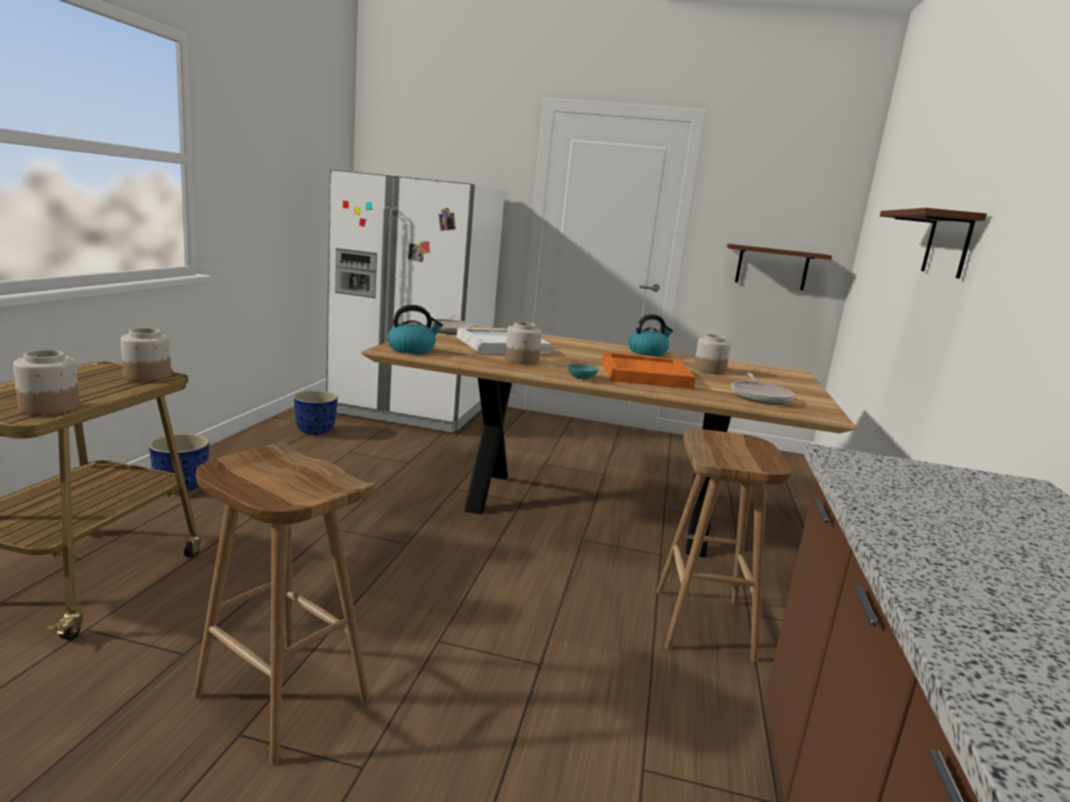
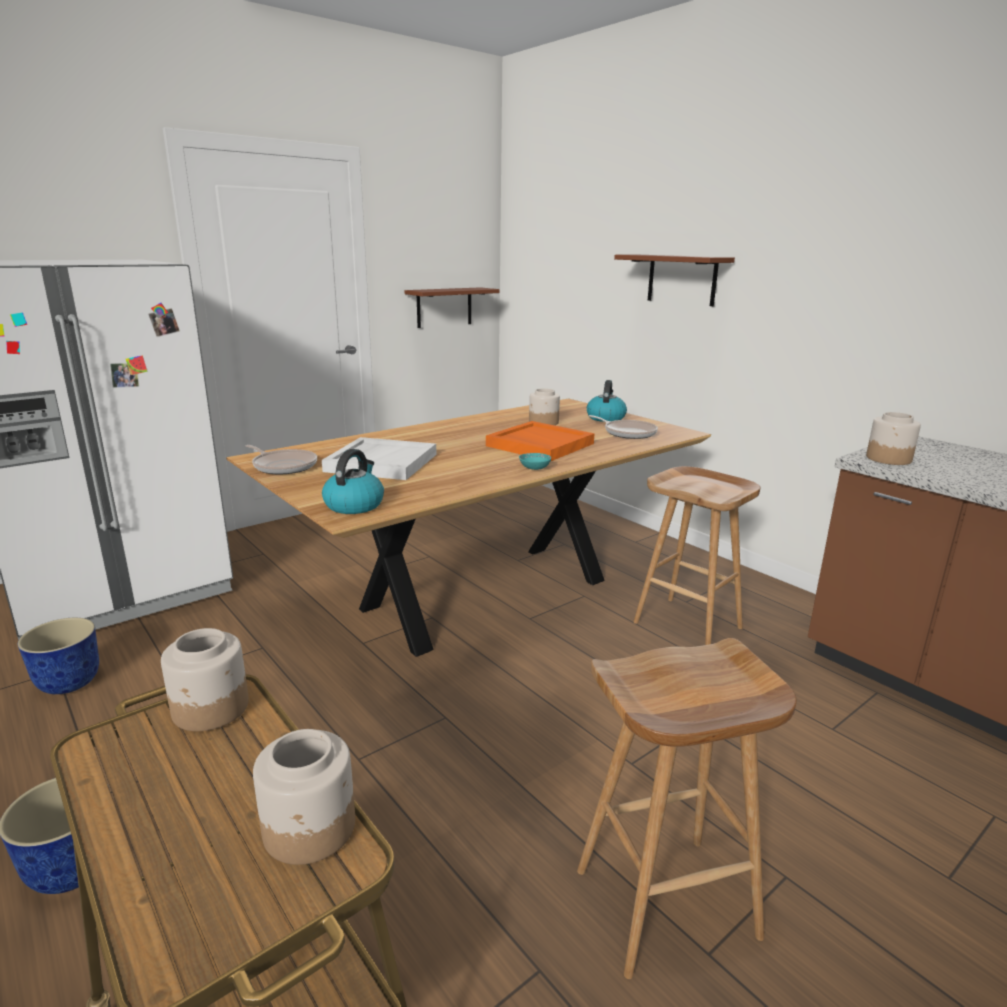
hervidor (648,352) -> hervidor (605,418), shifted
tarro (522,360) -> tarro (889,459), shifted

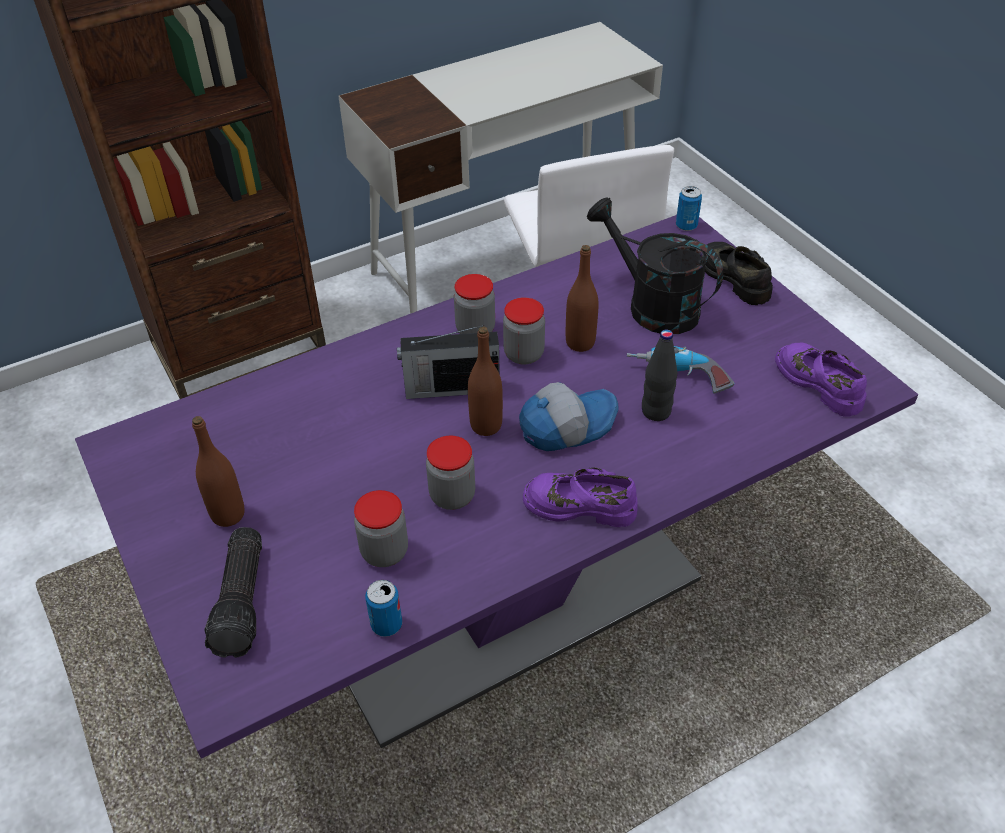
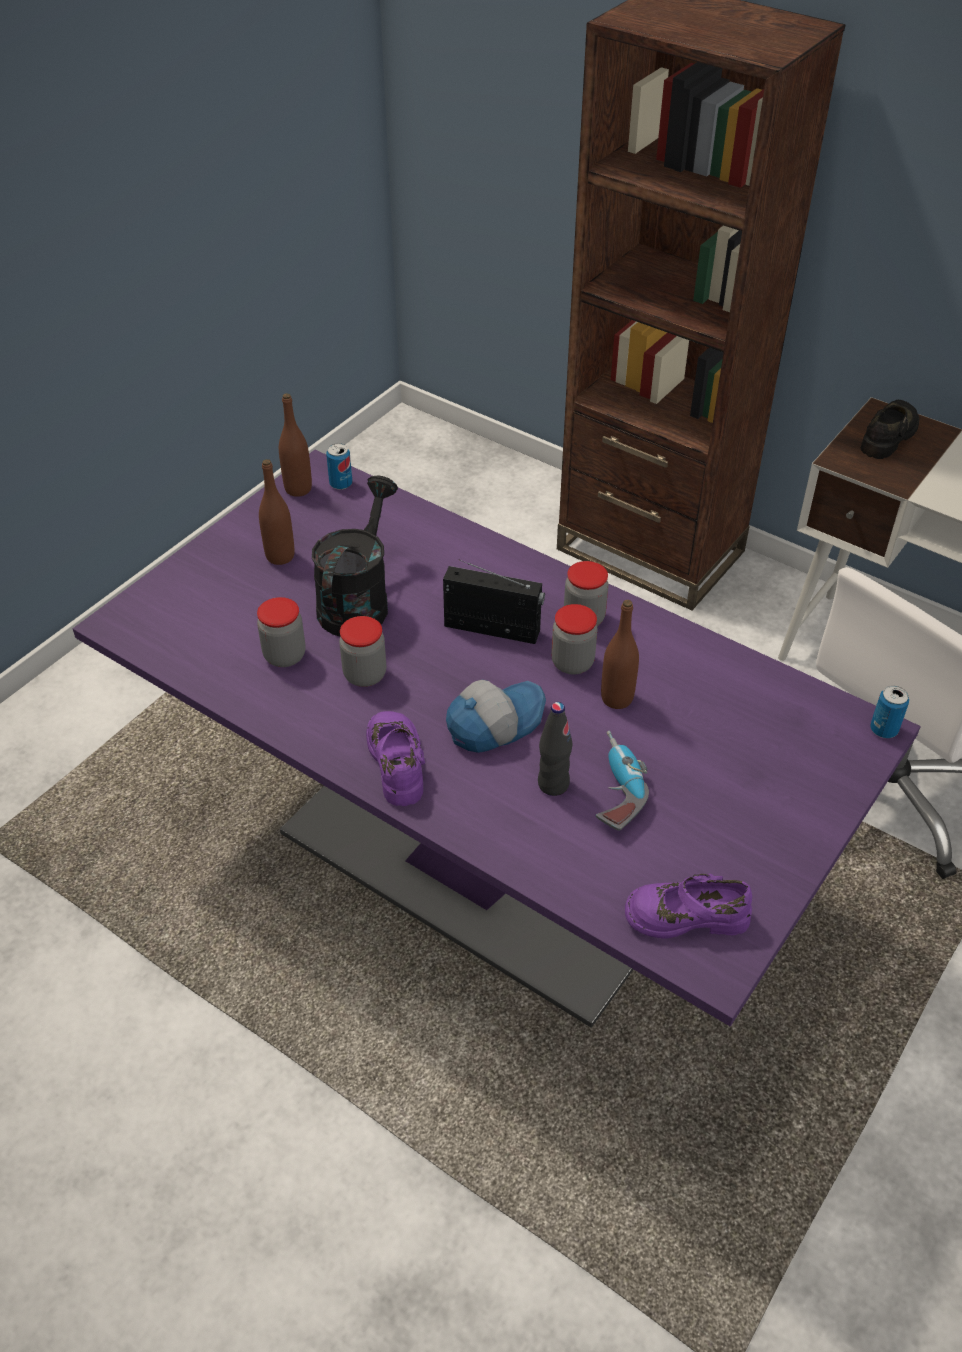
regadera/negro (652,305) -> regadera/negro (357,600), shifted
zapato/negro (735,278) -> zapato/negro (889,436), shifted
radio (450,388) -> radio (494,629), 135 degrees clockwise
botella/marrón (486,425) -> botella/marrón (298,489), shifted
zapato/morado (819,383) -> zapato/morado (686,915), 120 degrees counterclockwise
gorra (566,425) -> gorra (494,723), 75 degrees counterclockwise
linterna (244,601) -> none
lata (386,625) -> lata (341,484), shifted

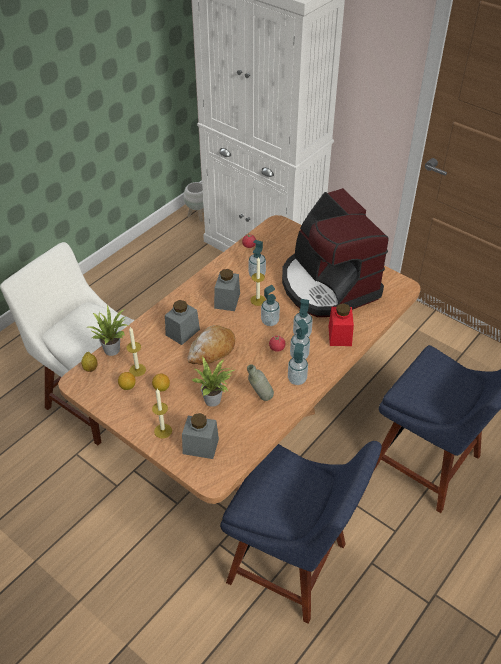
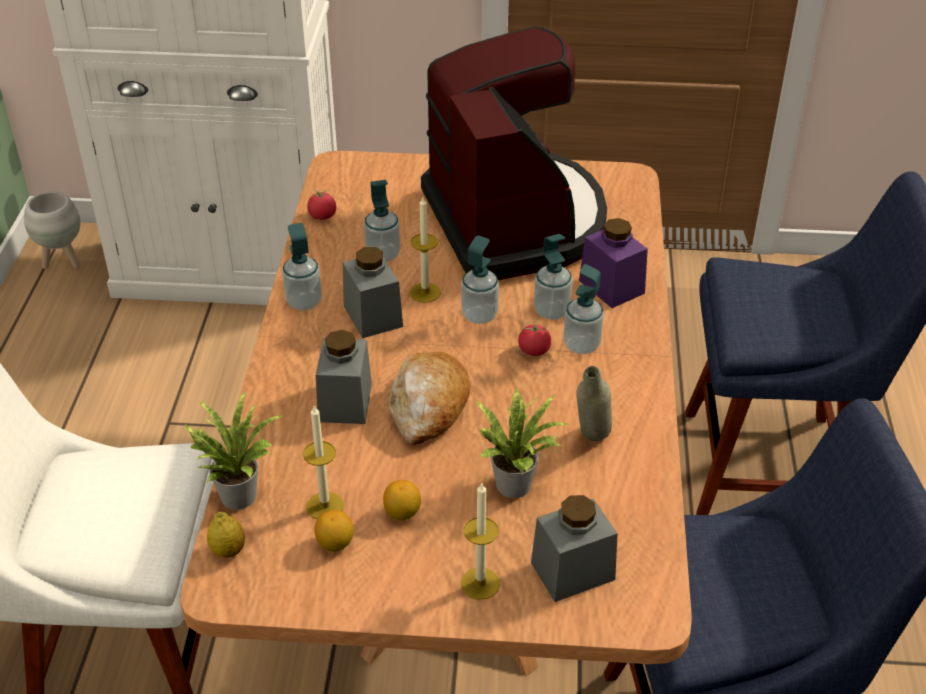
cafetera (328,285) -> cafetera (515,222), 135 degrees counterclockwise
tarro/rojo (339,336) -> tarro/morado (611,287)
dispensador de jabón (297,379) -> dispensador de jabón (304,302), shifted

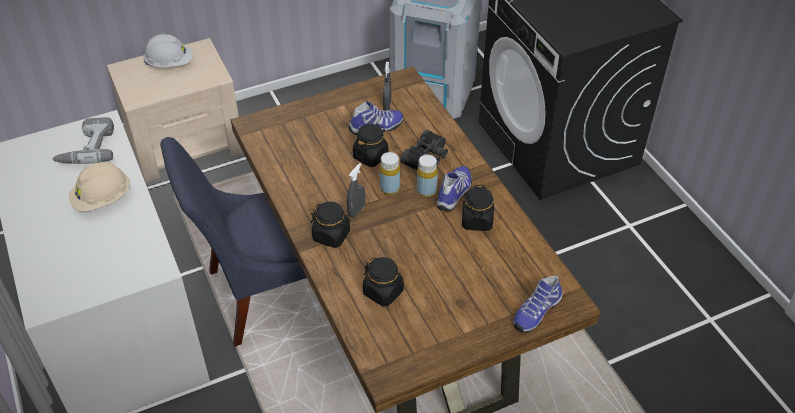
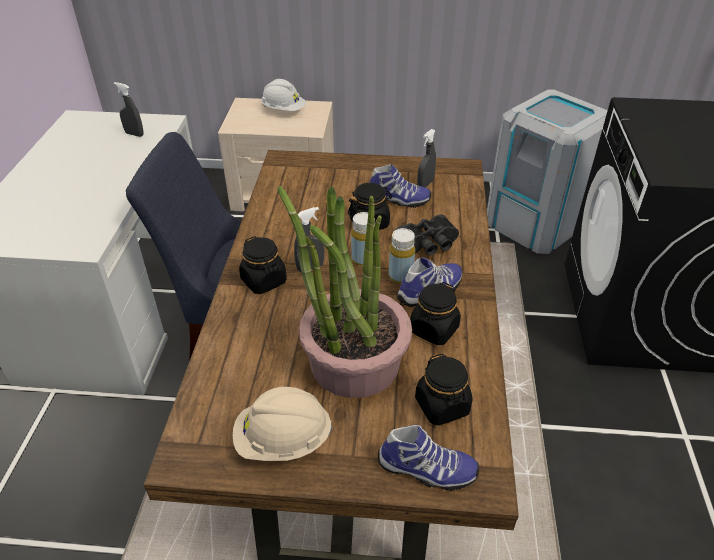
taladro (87,148) -> pulverizador/gris (134,134)
casco/beis (102,199) -> casco/beis (283,440), shifted
tarro/negro (383,292) -> tarro/negro (442,406), shifted
zapato (536,311) -> zapato (426,470), 150 degrees counterclockwise
none -> planta en maceta (353,362)

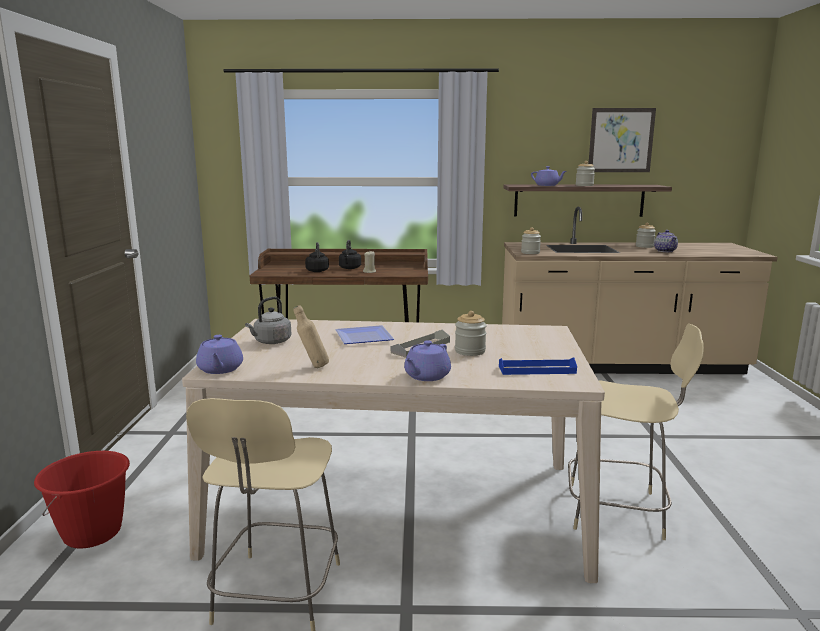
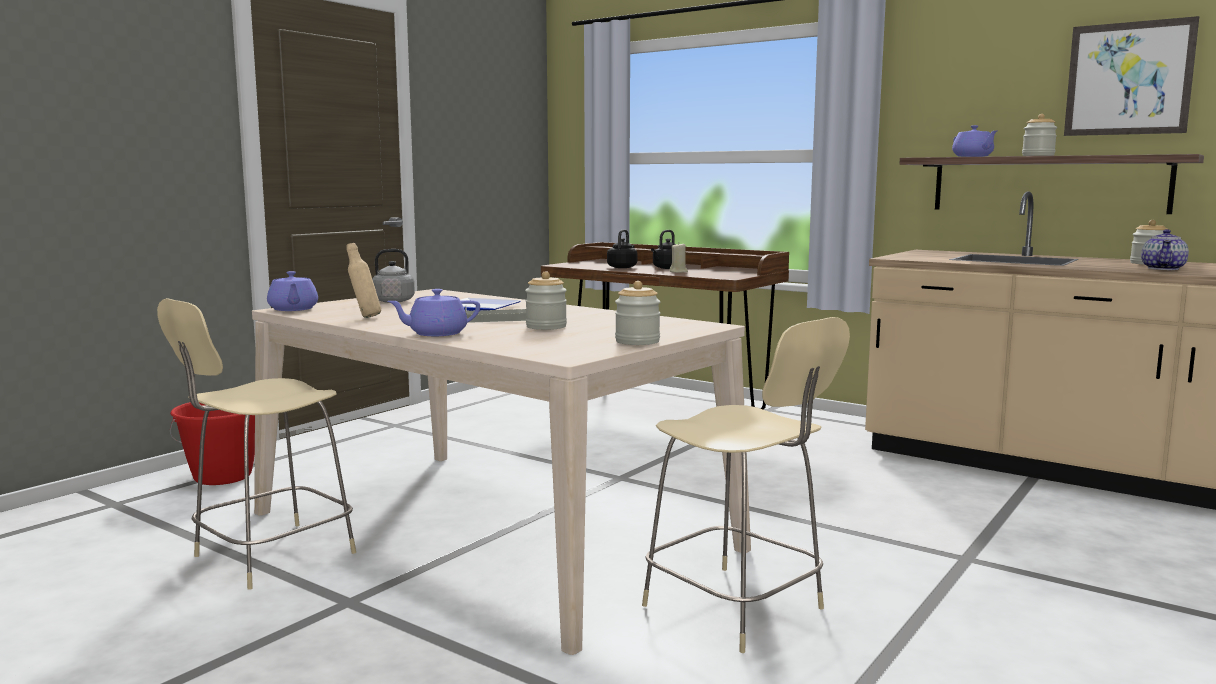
tarro (530,253) -> tarro (637,341), shifted
tetera/morado (220,369) -> tetera/morado (293,309), 45 degrees counterclockwise
bandeja/azul (537,370) -> none

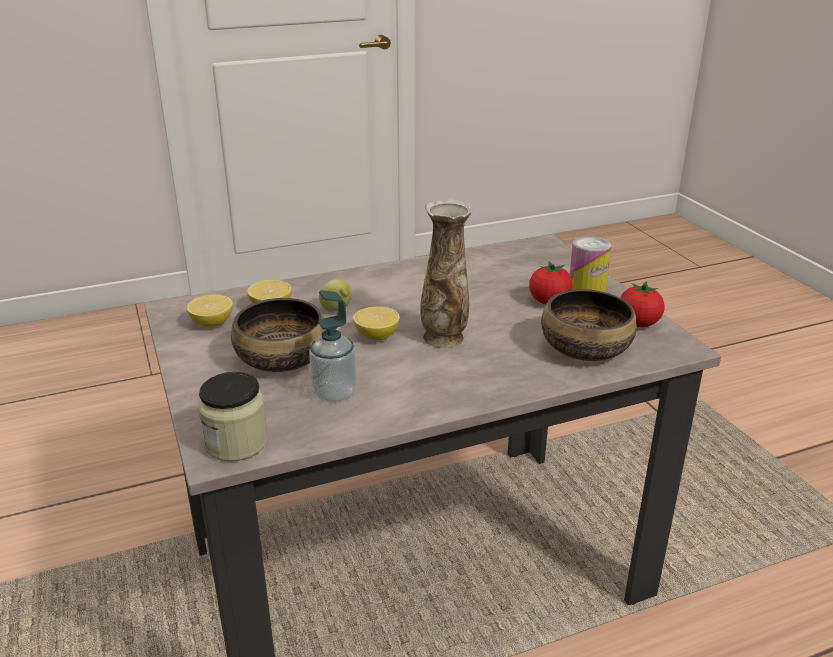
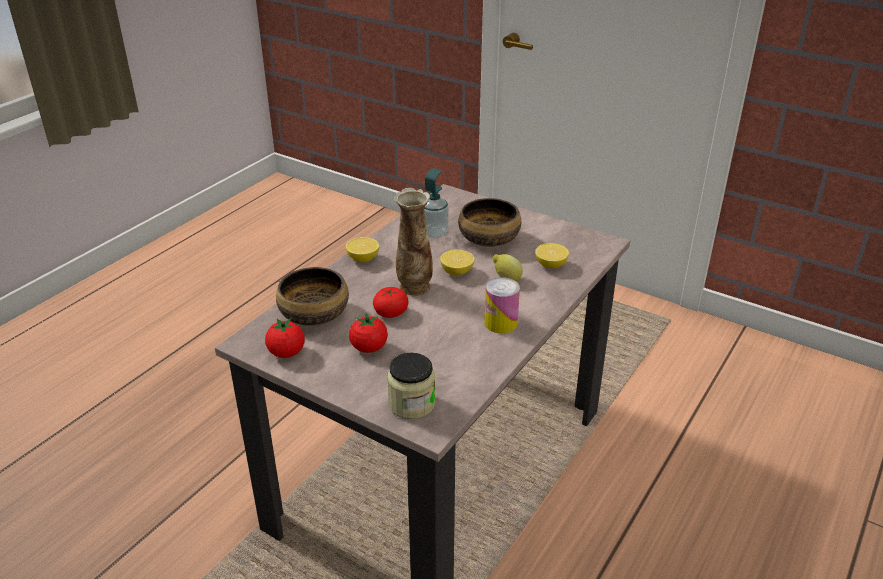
lata (586,289) -> lata (500,323), shifted
limón (212,323) -> limón (363,259), shifted
tarro (236,442) -> tarro (411,404), shifted
none -> tomate (390,312)

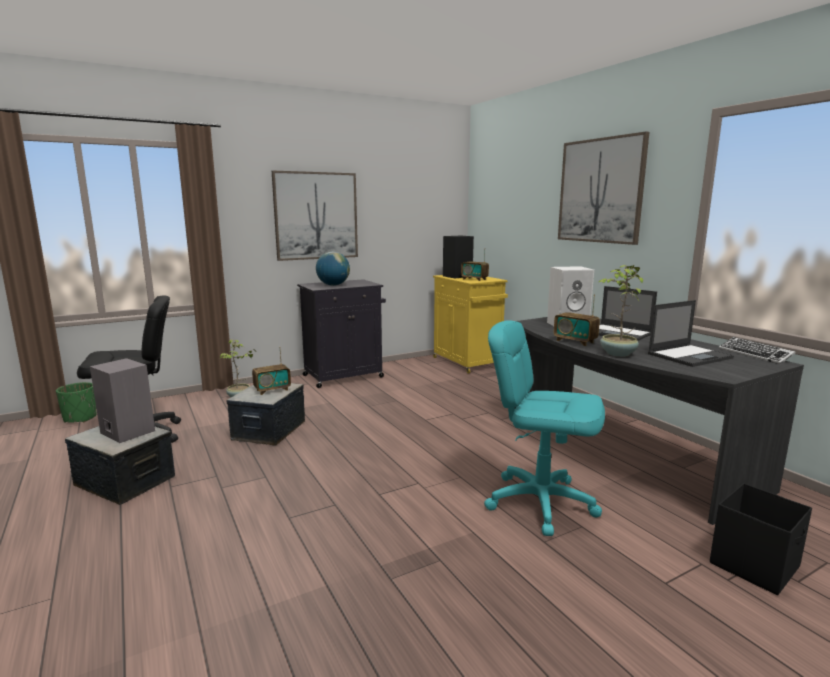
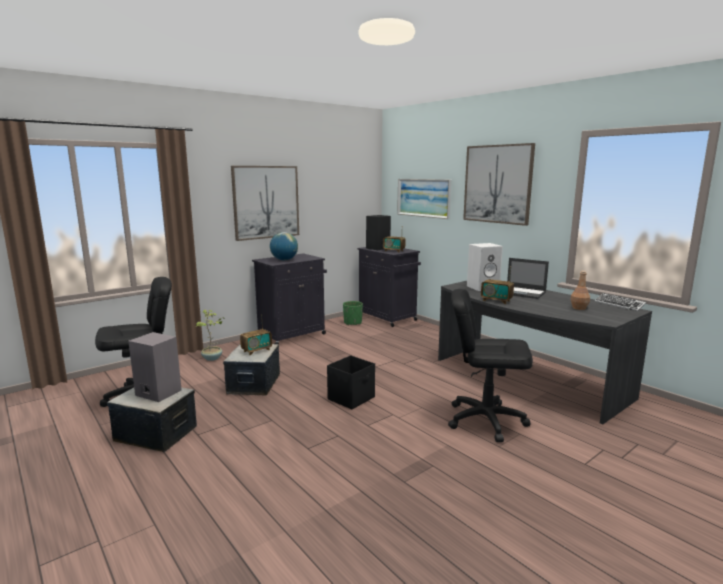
planta en maceta (617,354) -> none
armario/amarillo (467,362) -> armario/negro (388,318)
portátil (690,356) -> botella/marrón (579,308)
silla de oficina/turquesa (540,502) -> silla de oficina/negro (485,420)
maceta/verde (80,418) -> maceta/verde (353,323), shifted
caja de almacenaje/negro (755,565) -> caja de almacenaje/negro (352,398), shifted
none -> cuadro (423,198)

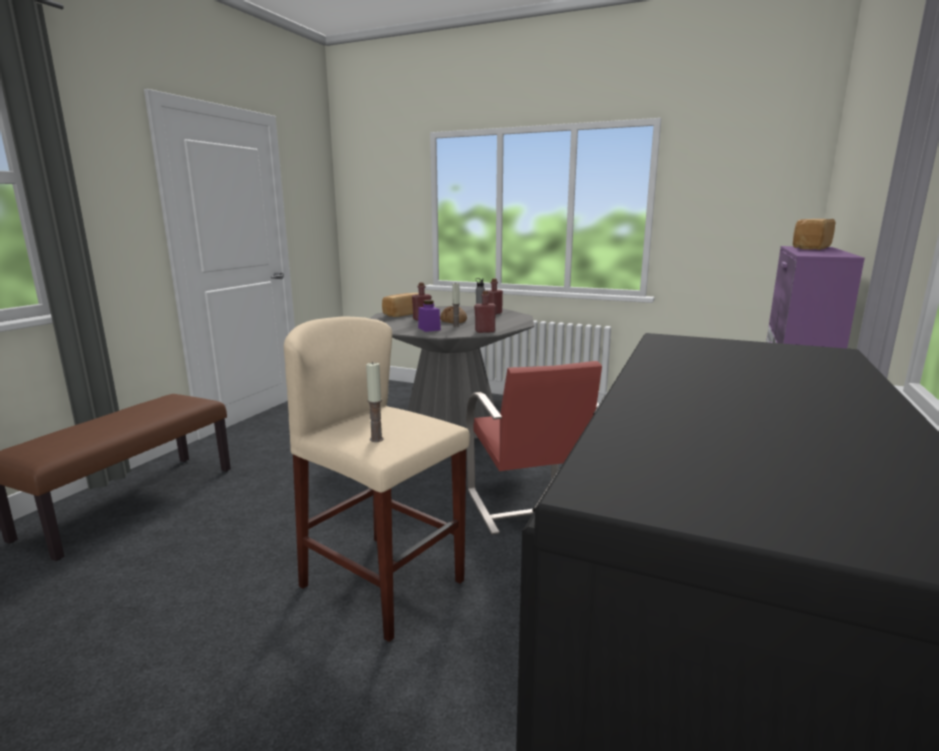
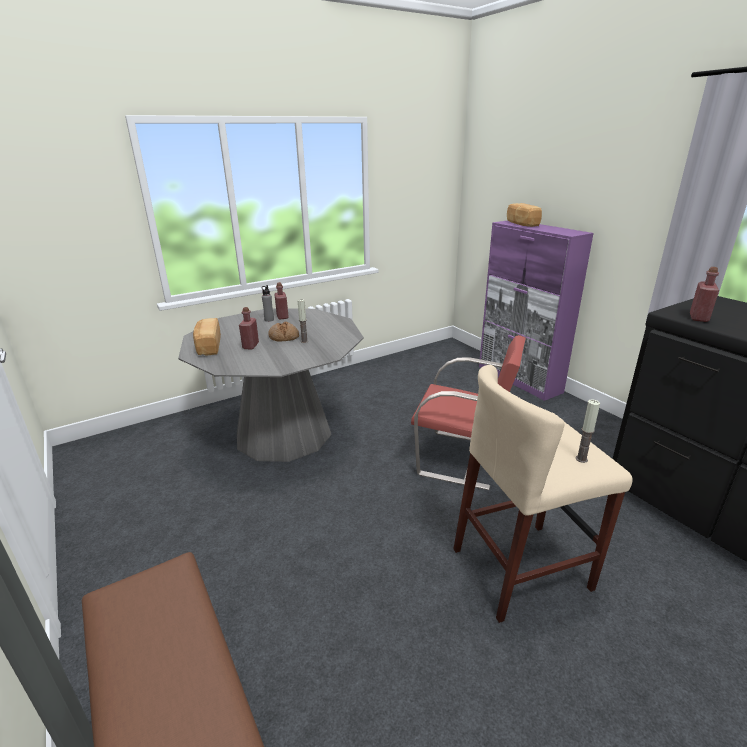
botella/rojo (485,331) -> botella/rojo (698,318), shifted
tarro/morado (429,329) -> none

